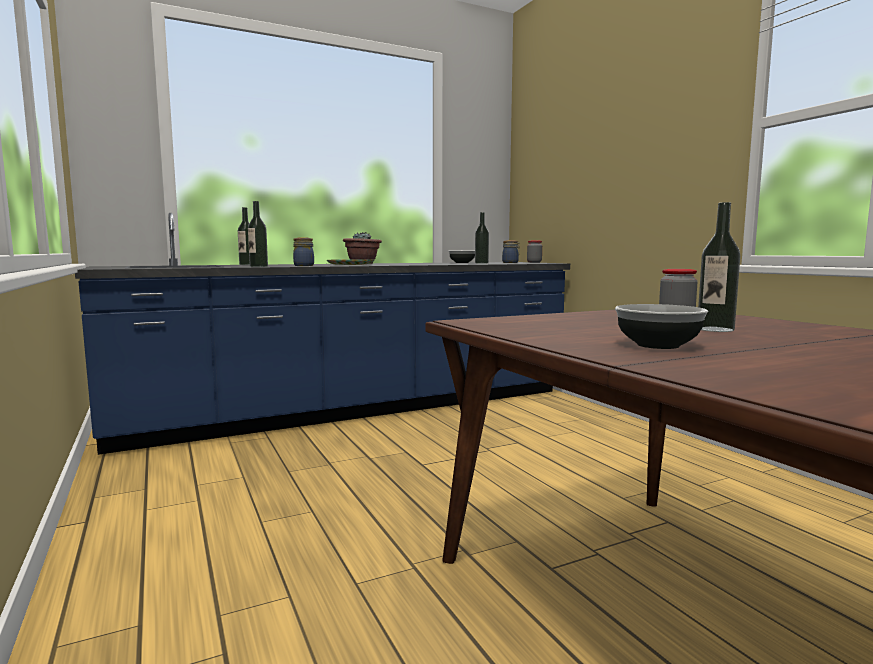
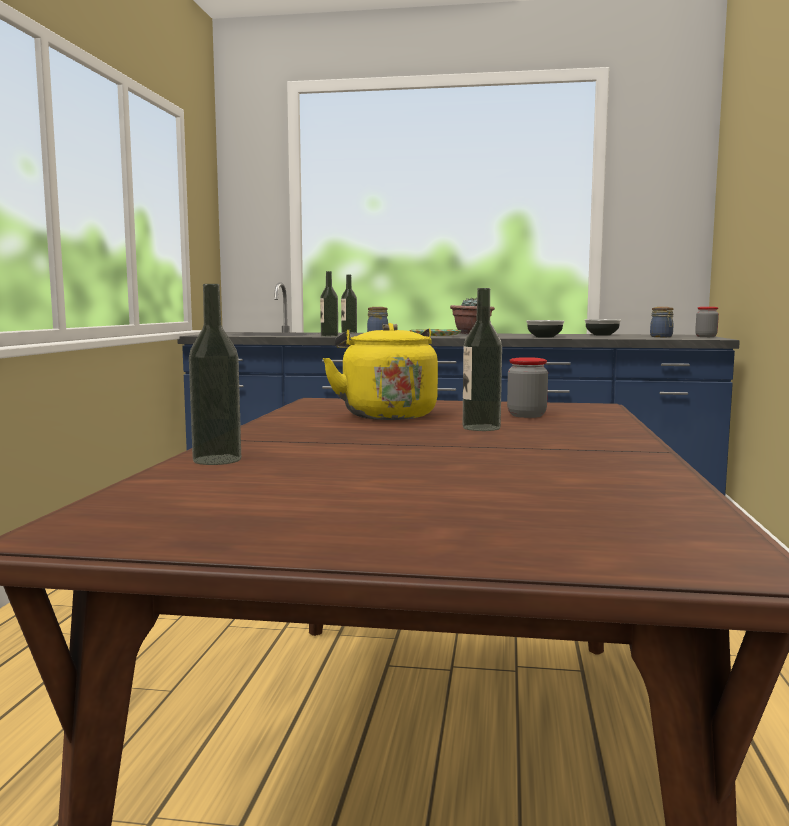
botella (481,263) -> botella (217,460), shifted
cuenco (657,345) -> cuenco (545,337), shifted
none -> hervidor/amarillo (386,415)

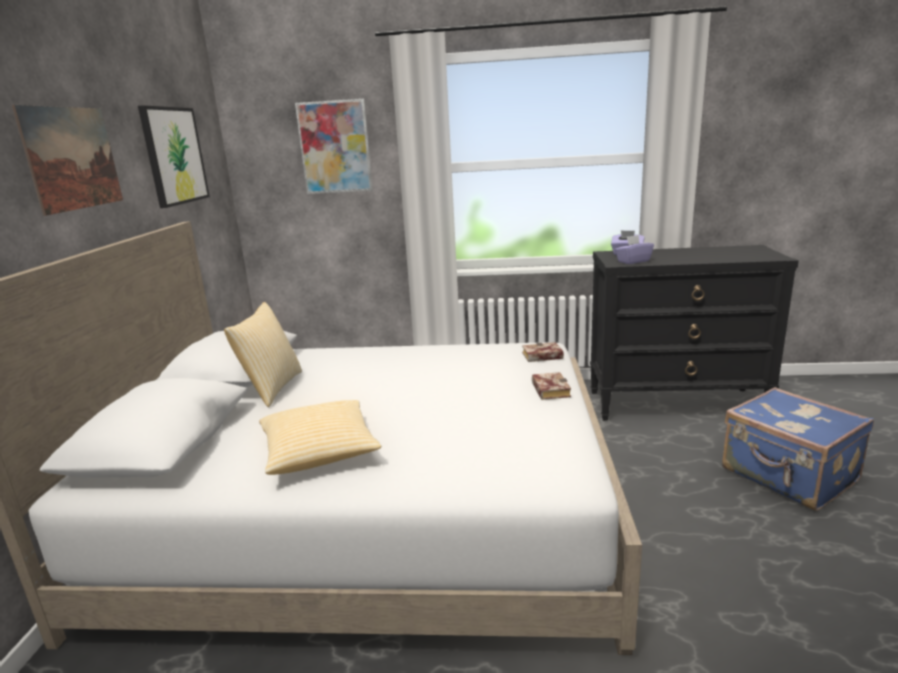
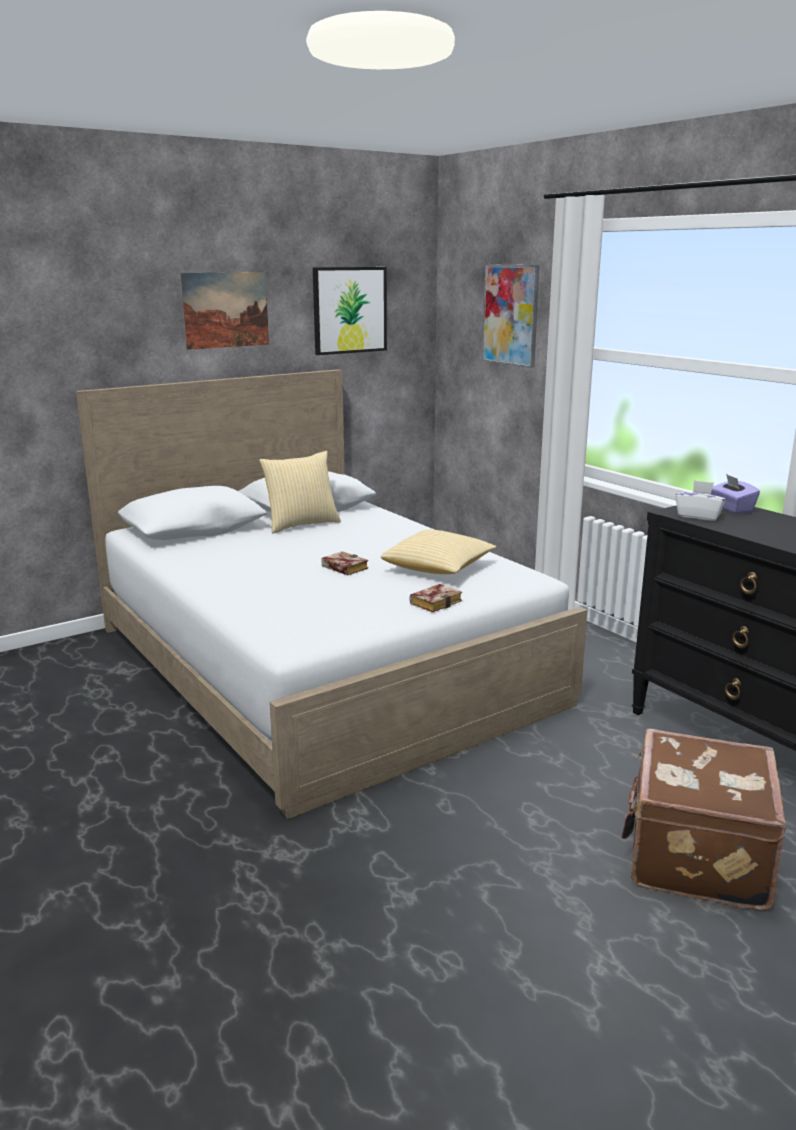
caja de pañuelos/morado (633,261) -> caja de pañuelos/blanco (698,516)
libro (541,357) -> libro (342,568), shifted
maleta/azul (788,476) -> maleta/marrón (694,856)
cojín (320,453) -> cojín (438,569), shifted

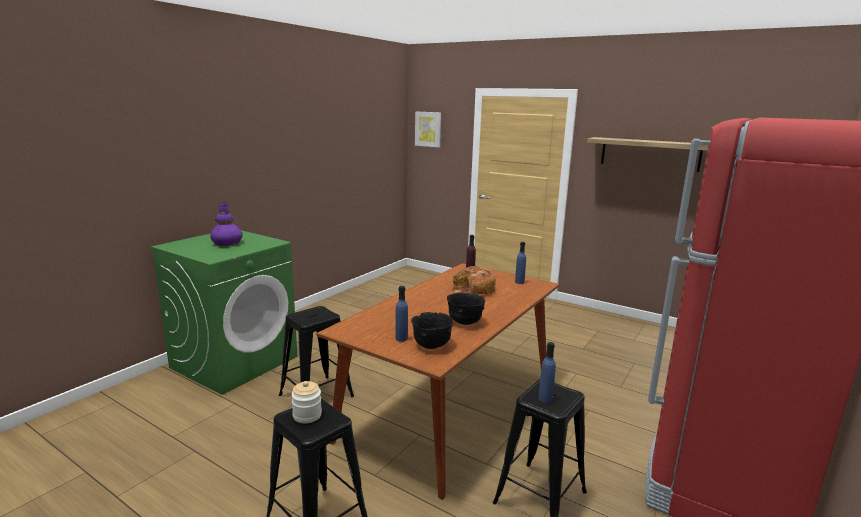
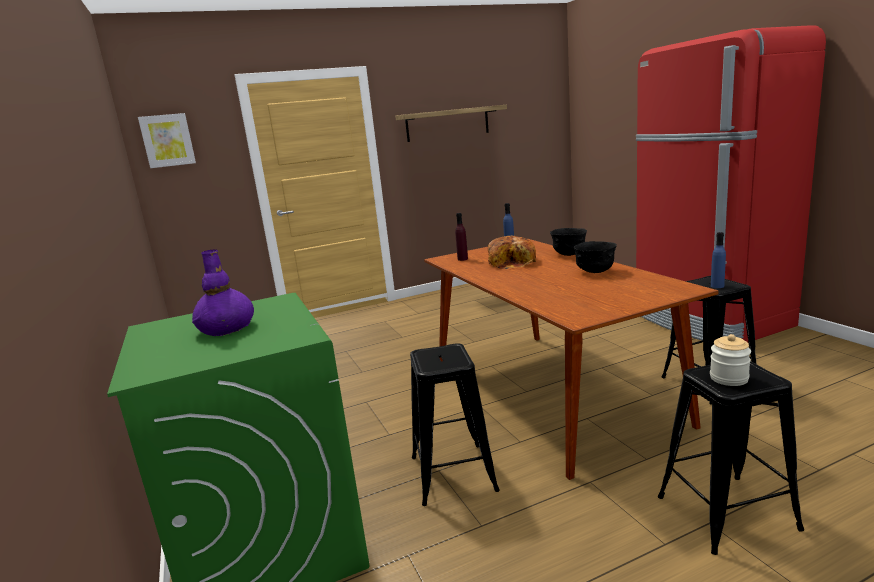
botella/azul (401,338) -> none
cuenco/negro (431,345) -> cuenco/negro (569,254), shifted

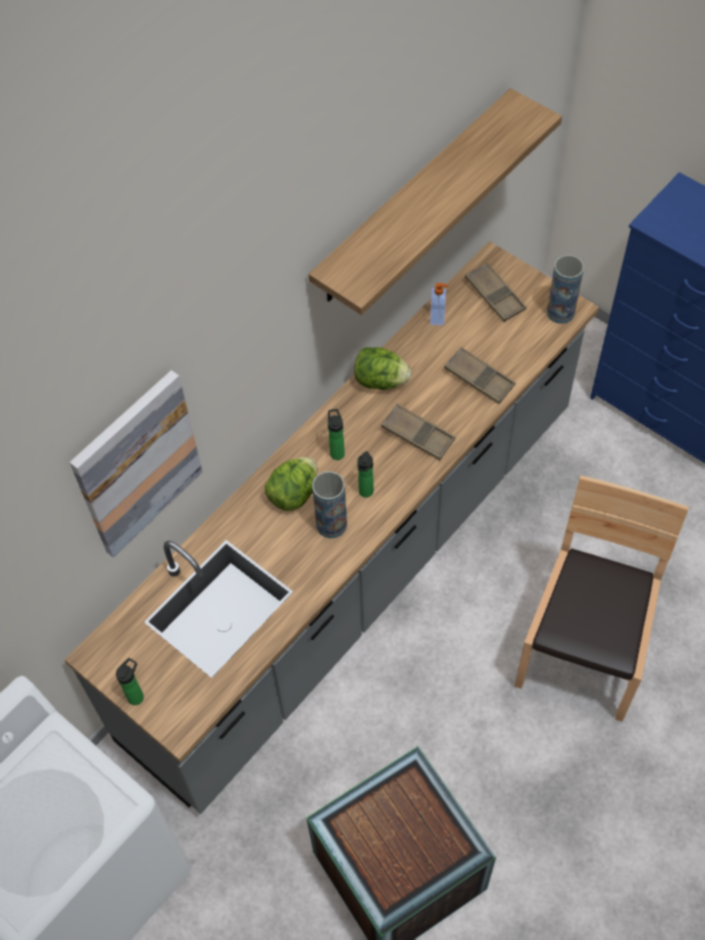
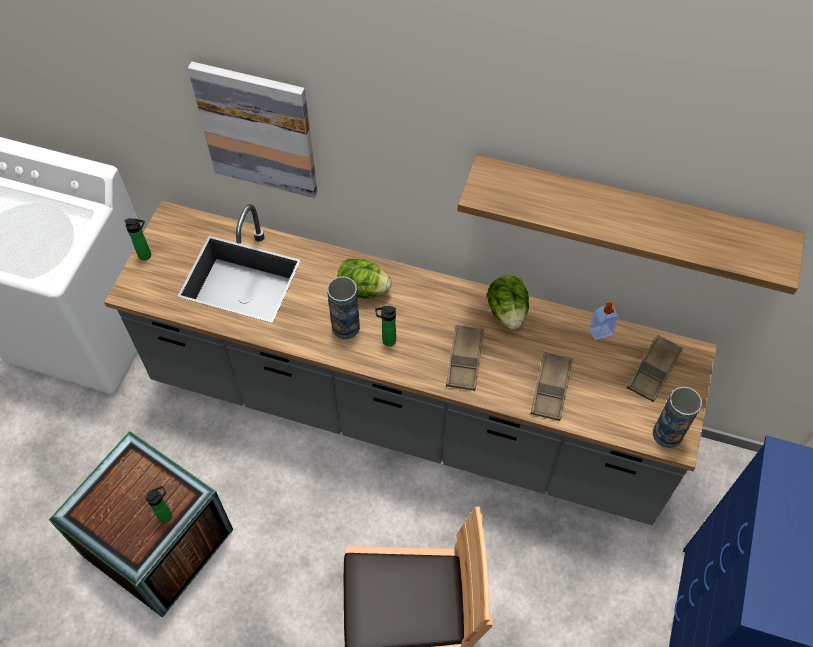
botella (336,452) -> botella (167,515), shifted

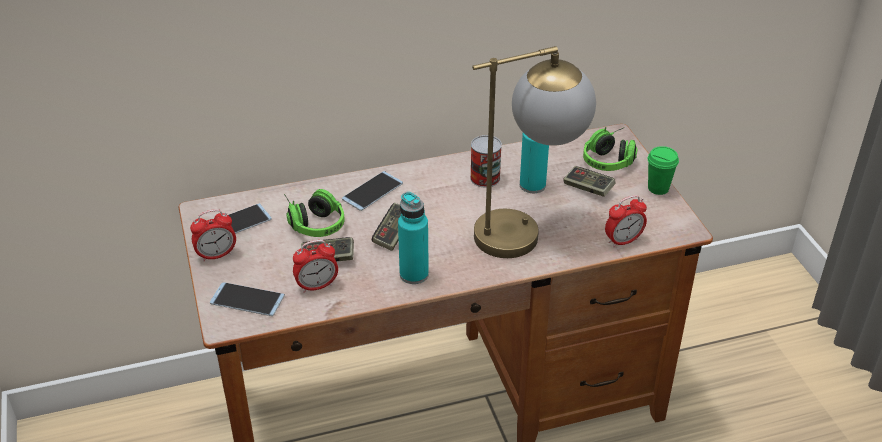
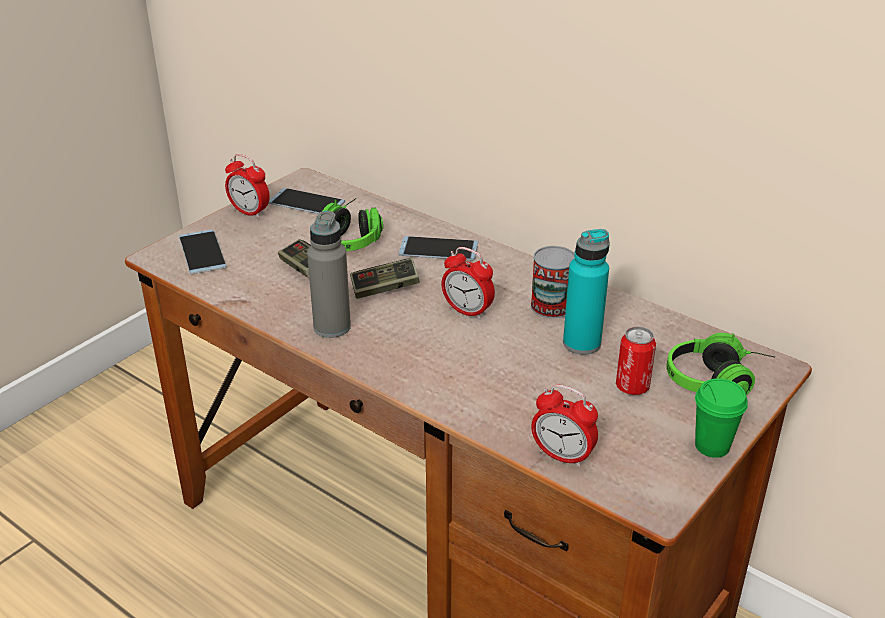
lámpara de mesa (527,230) -> none
mando de consola (588,188) -> lata (632,387)
botella/turquesa (414,274) -> botella/gris (332,327)
despertador (317,286) -> despertador (467,311), shifted

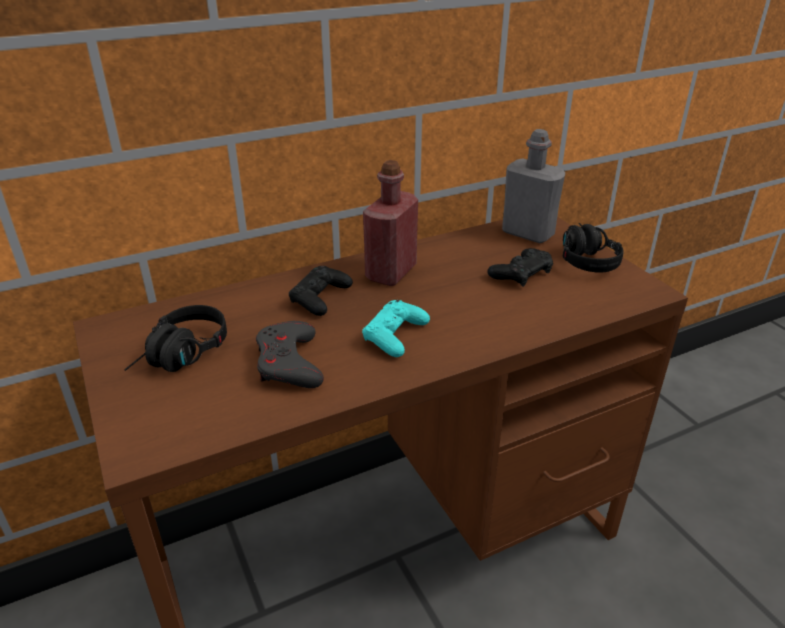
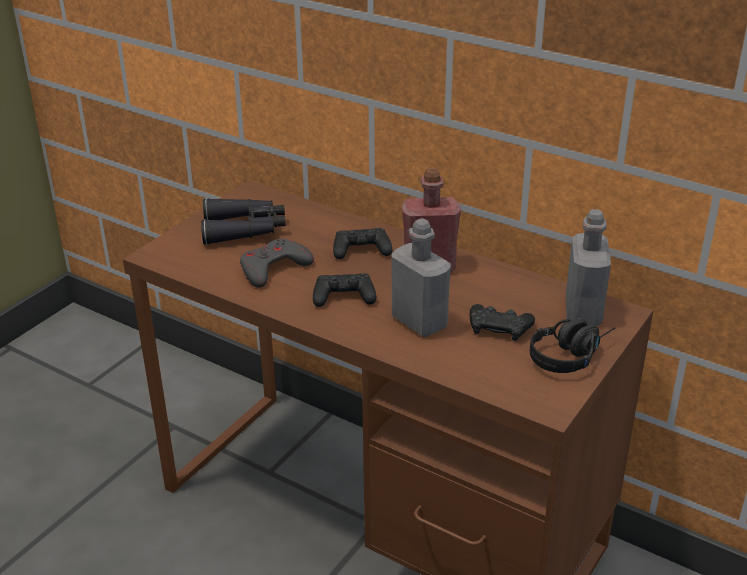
mando de consola/turquesa (395,335) -> mando de consola/negro (344,297)
auriculares/negro (181,357) -> prismáticos/negro (245,229)
none -> botella/gris (419,322)

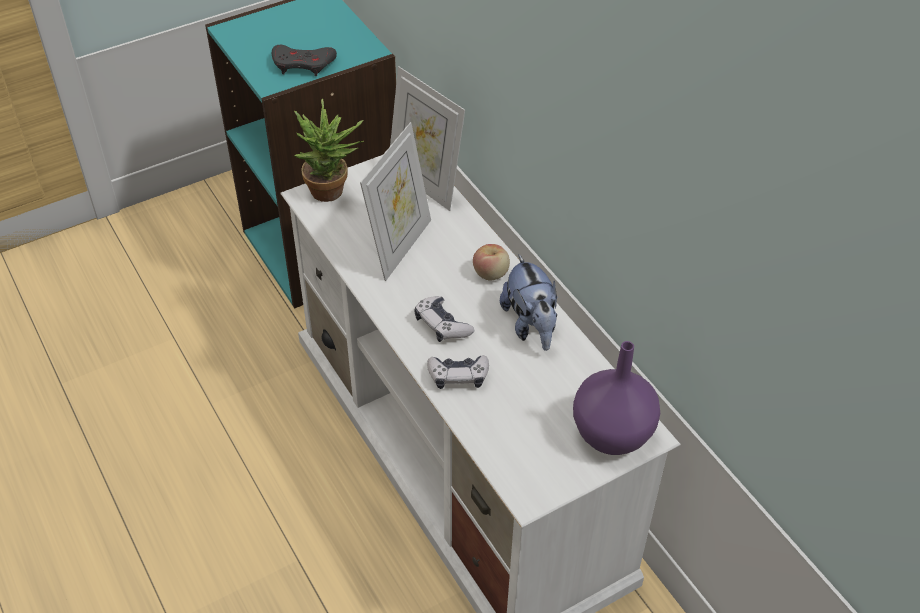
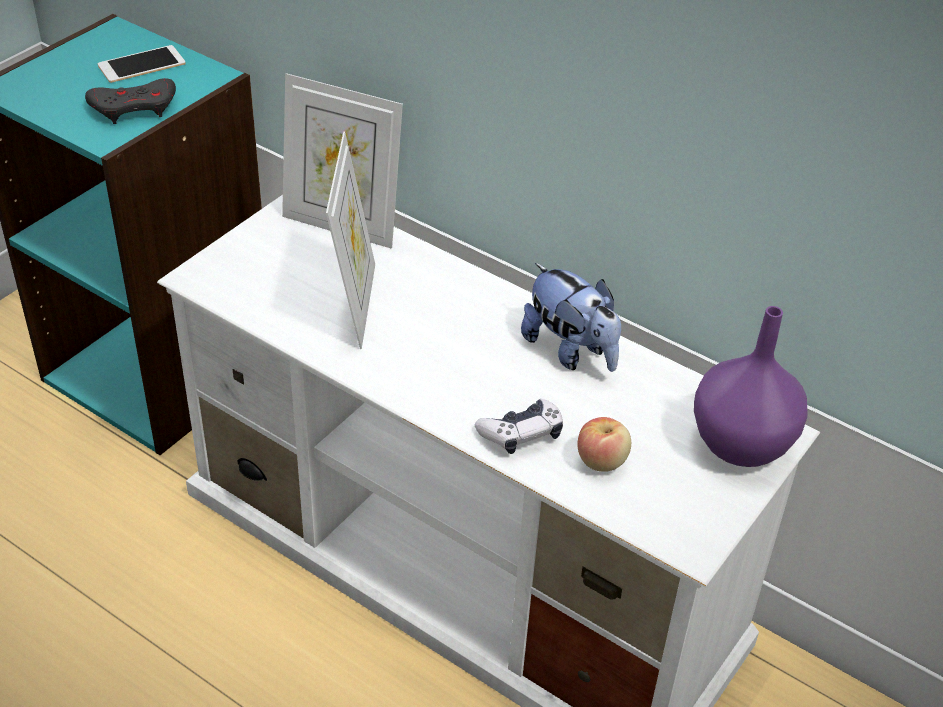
planta en maceta (333,193) -> none
manzana (491,273) -> manzana (601,460), shifted
mando de consola (442,325) -> none
none -> móvil (141,65)

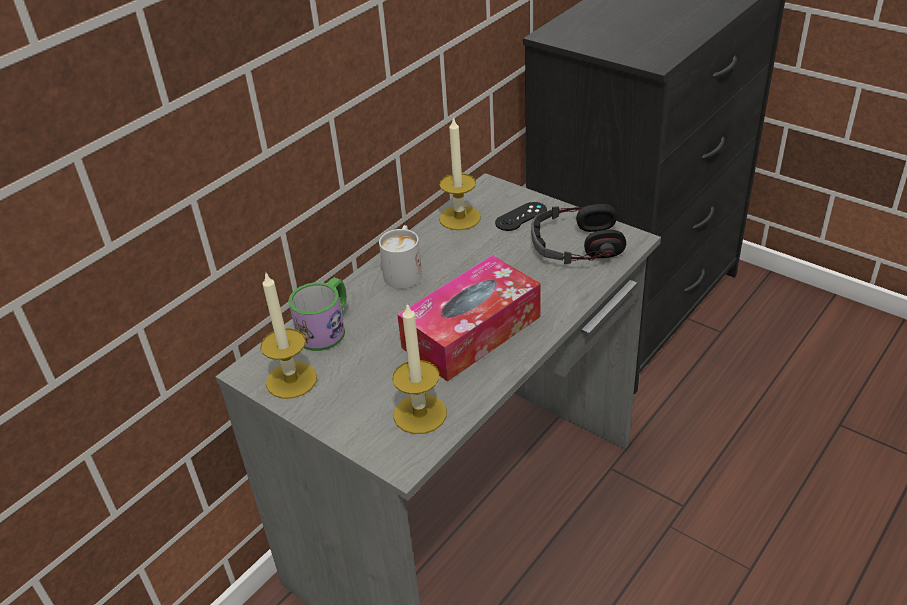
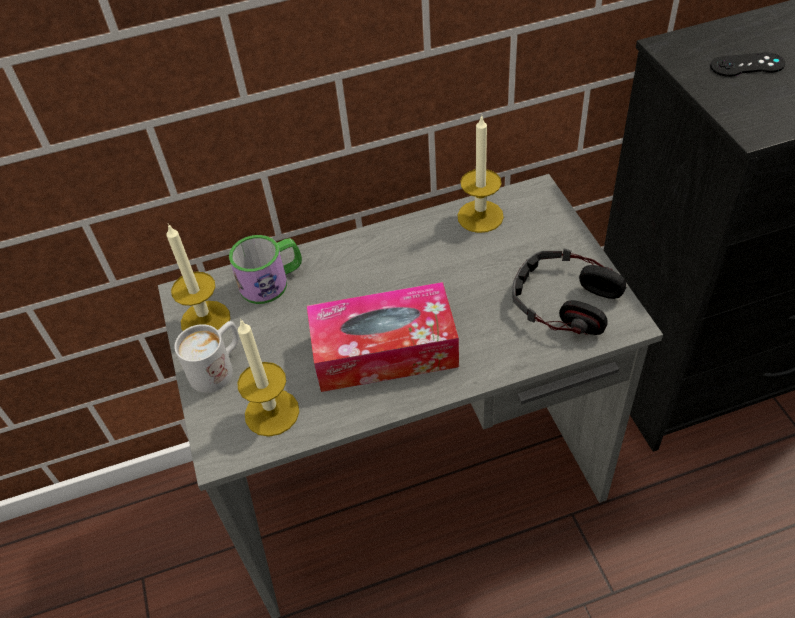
mando de consola/negro (521,217) -> mando de consola/negro (747,65), shifted
taza grande/blanco (404,271) -> taza grande/blanco (218,367), shifted

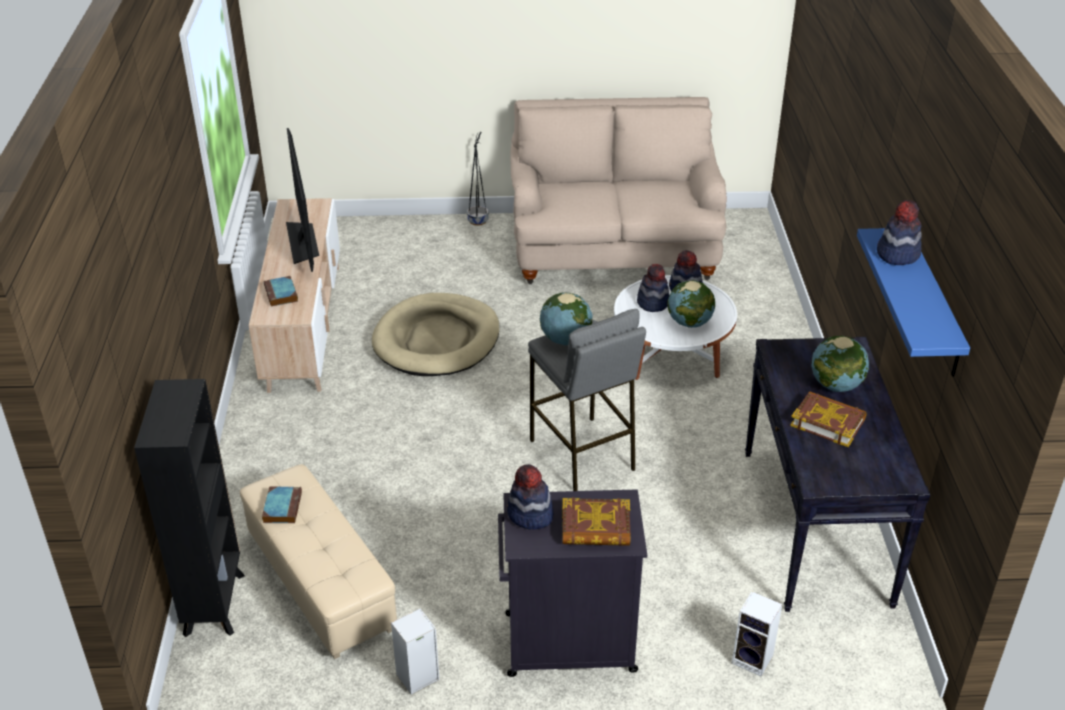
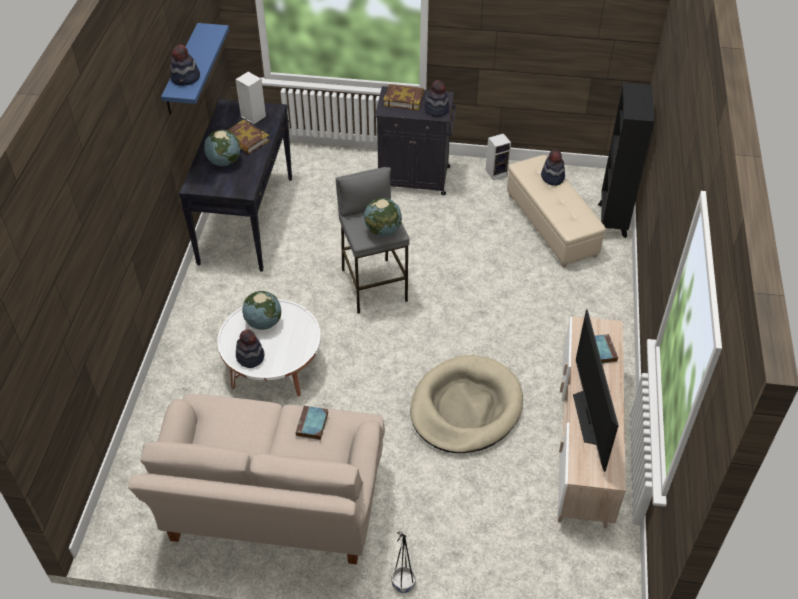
sombrero (653,302) -> sombrero (552,177), shifted
libro (282,507) -> libro (312,425), shifted
altavoz (754,660) -> altavoz (252,116), shifted

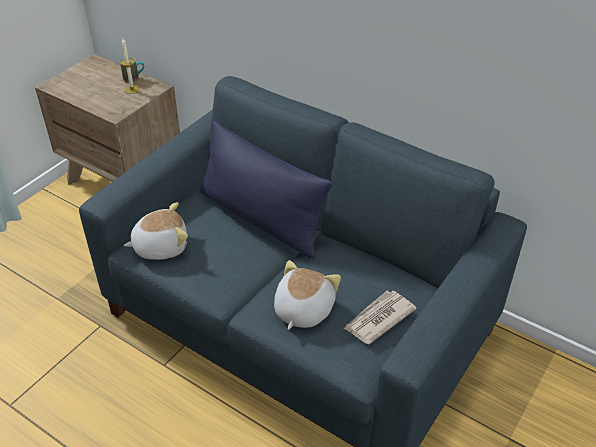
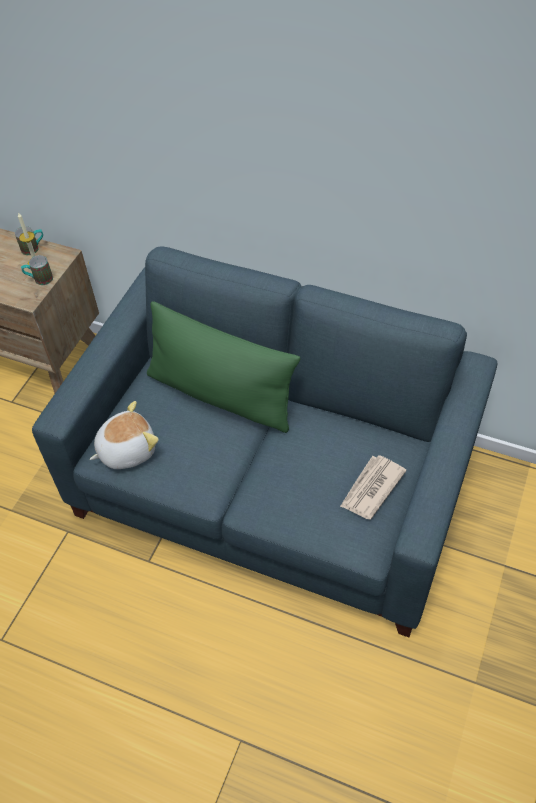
cojín/azul (261,218) -> cojín/verde (221,395)
peluche (302,310) -> none
none -> taza grande (39,279)

